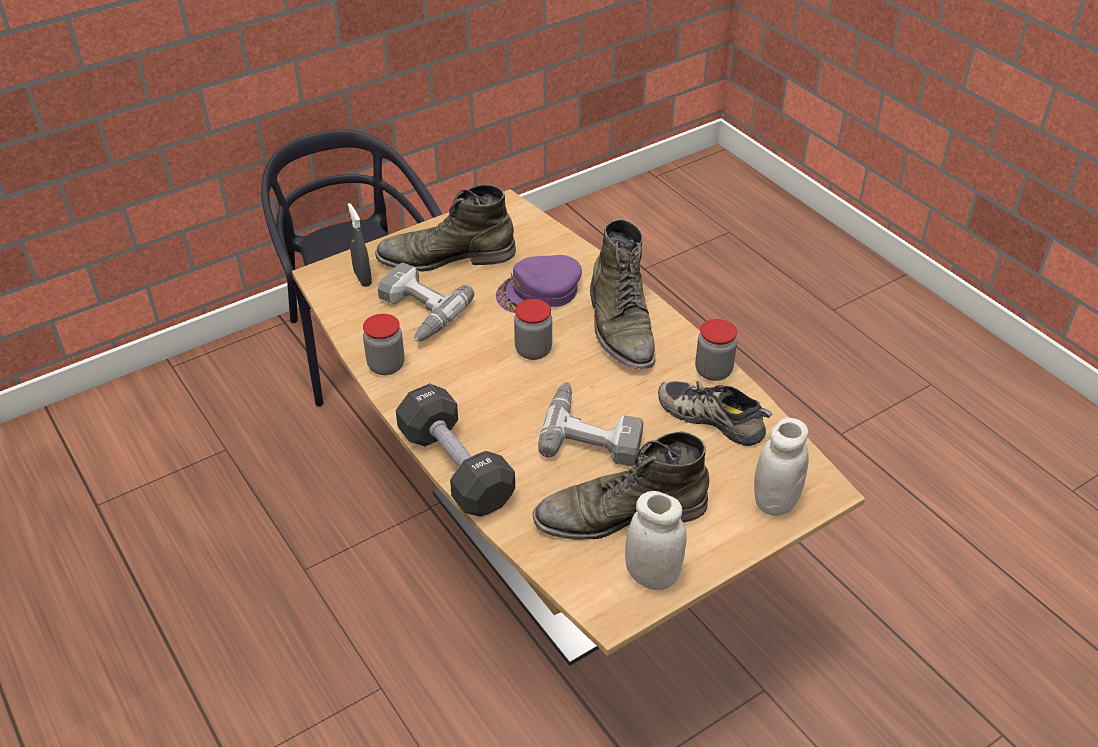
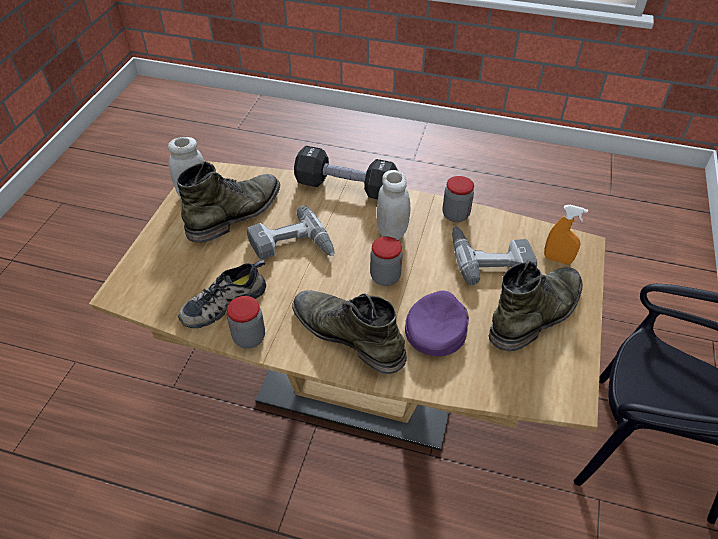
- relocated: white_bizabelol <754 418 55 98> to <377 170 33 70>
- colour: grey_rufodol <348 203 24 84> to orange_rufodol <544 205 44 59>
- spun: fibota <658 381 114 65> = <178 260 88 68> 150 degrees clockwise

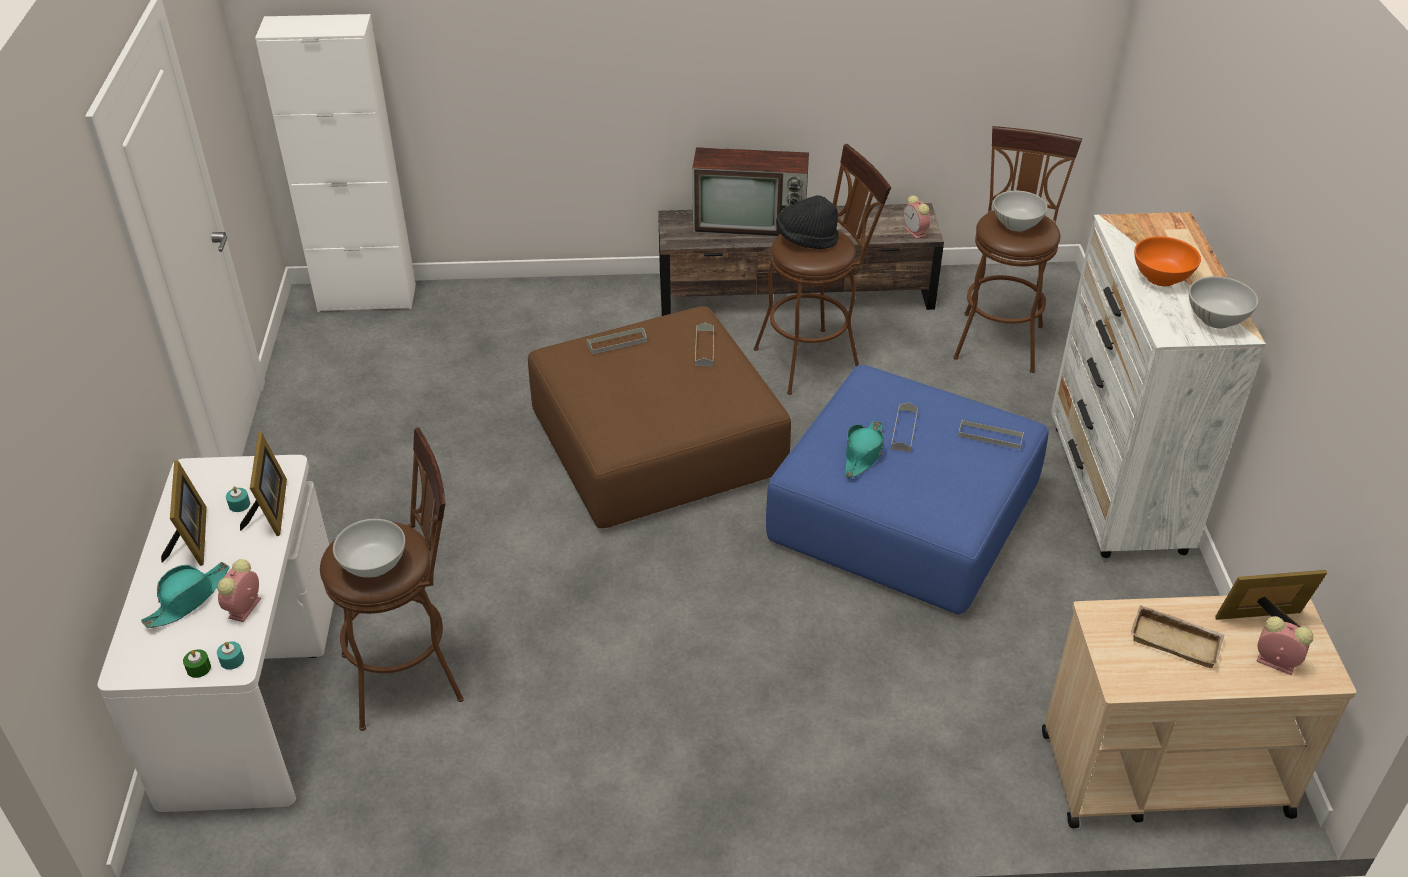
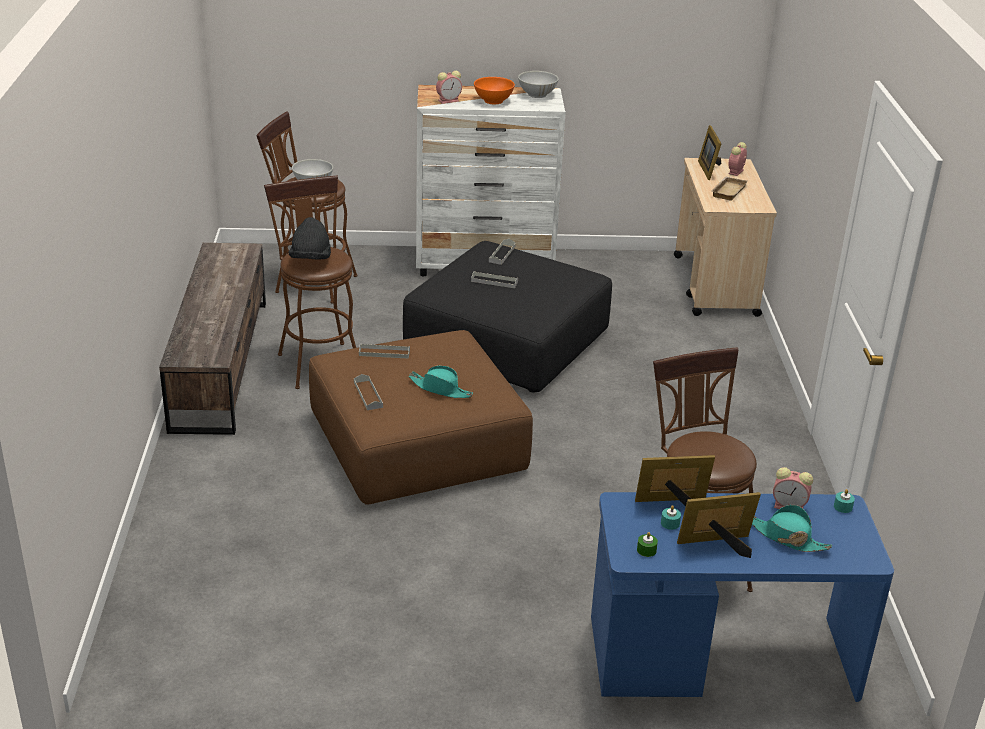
- missing: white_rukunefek <255 14 161 298>
- missing: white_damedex <333 519 72 59>
- missing: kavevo <692 147 117 90>
- relocated: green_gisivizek <183 649 28 29> to <637 532 21 25>
- relocated: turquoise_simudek <845 421 39 57> to <408 366 65 32>
- relocated: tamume <903 195 27 44> to <436 71 26 33>
- colour: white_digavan <97 455 237 357> to blue_digavan <591 492 303 210>
- colour: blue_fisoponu <766 365 283 250> to black_fisoponu <403 241 209 151>

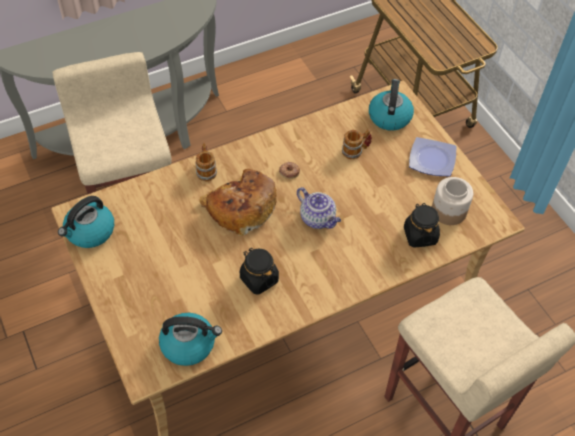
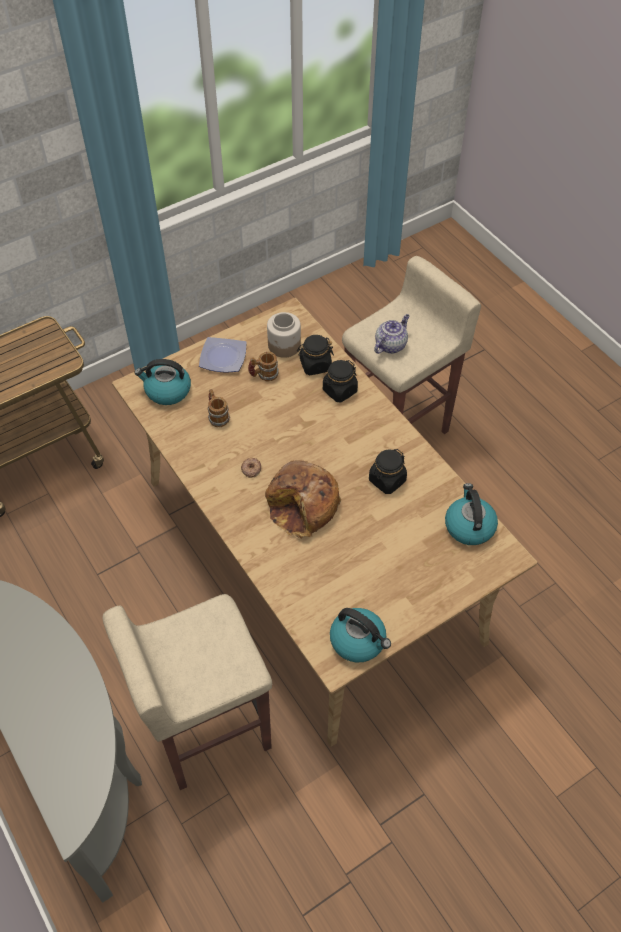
- appeared: black_bizabelol <323 360 35 43>
- relocated: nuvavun <196 142 21 39> to <248 352 31 30>
- relocated: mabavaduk <297 187 44 42> to <374 314 35 40>

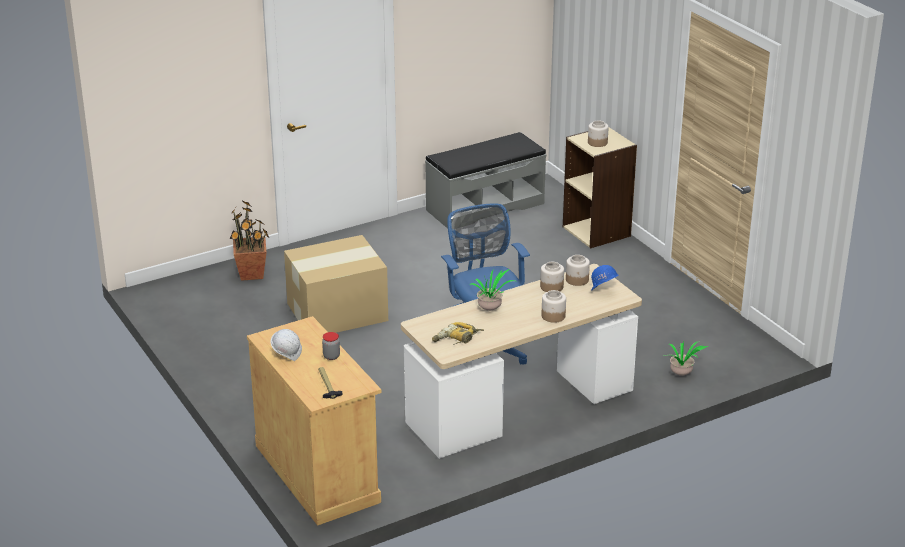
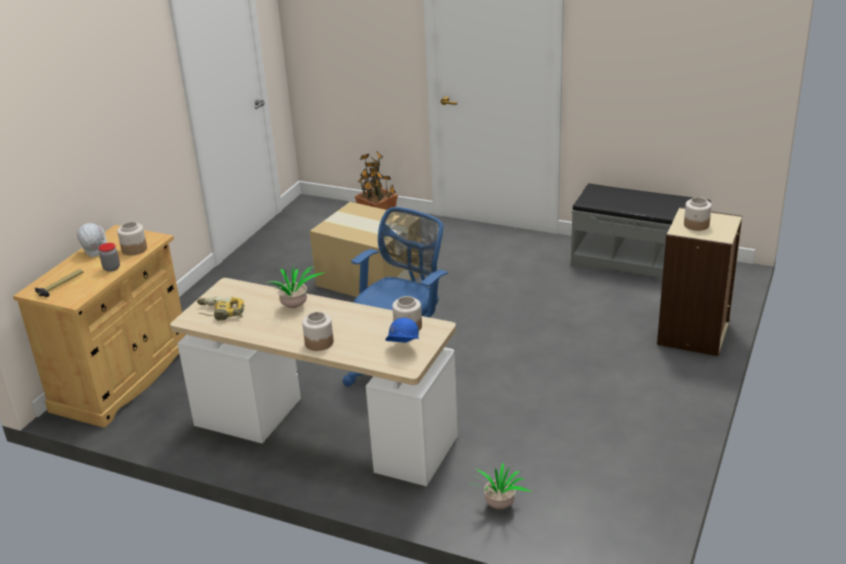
- relocated: bizabelol <540 262 24 30> to <117 222 30 33>

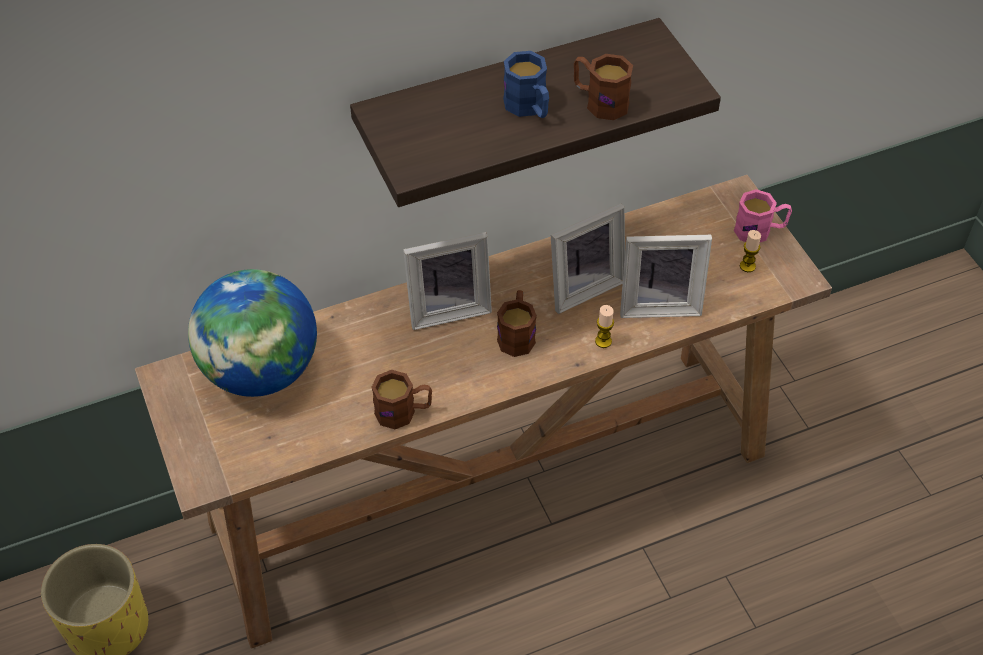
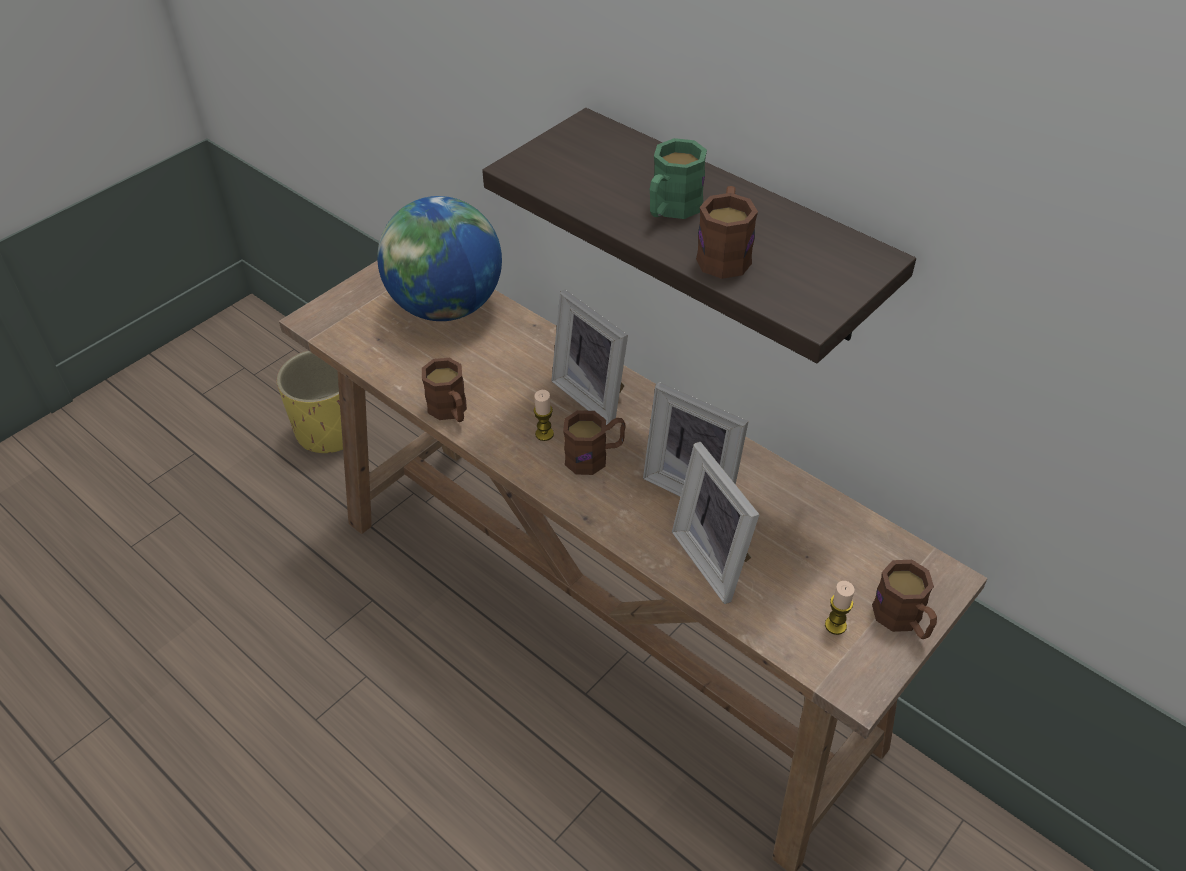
- relocated: gisivizek <595 305 19 43> to <533 390 21 51>
- colour: blue_nuvavun <503 51 46 67> to green_nuvavun <650 138 57 81>
- colour: pink_nuvavun <734 189 58 53> to brown_nuvavun <872 560 65 79>

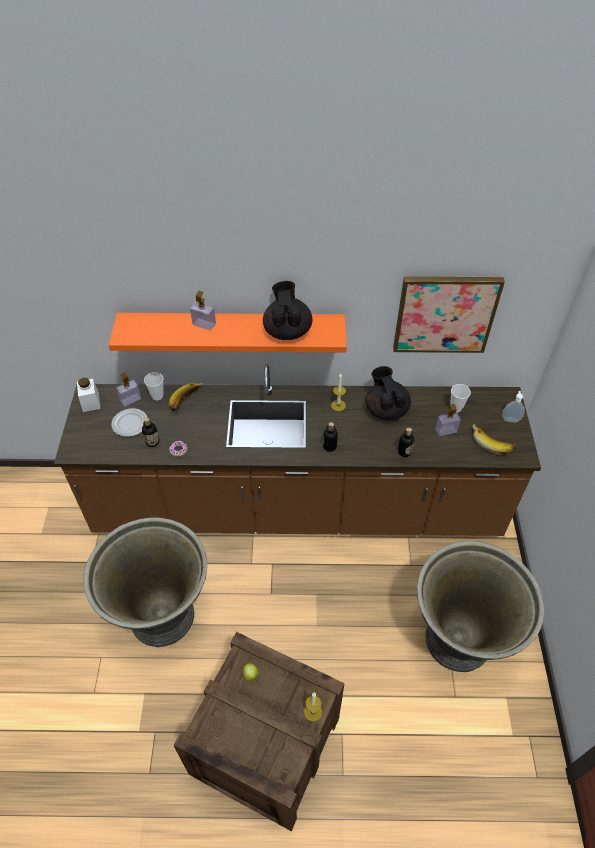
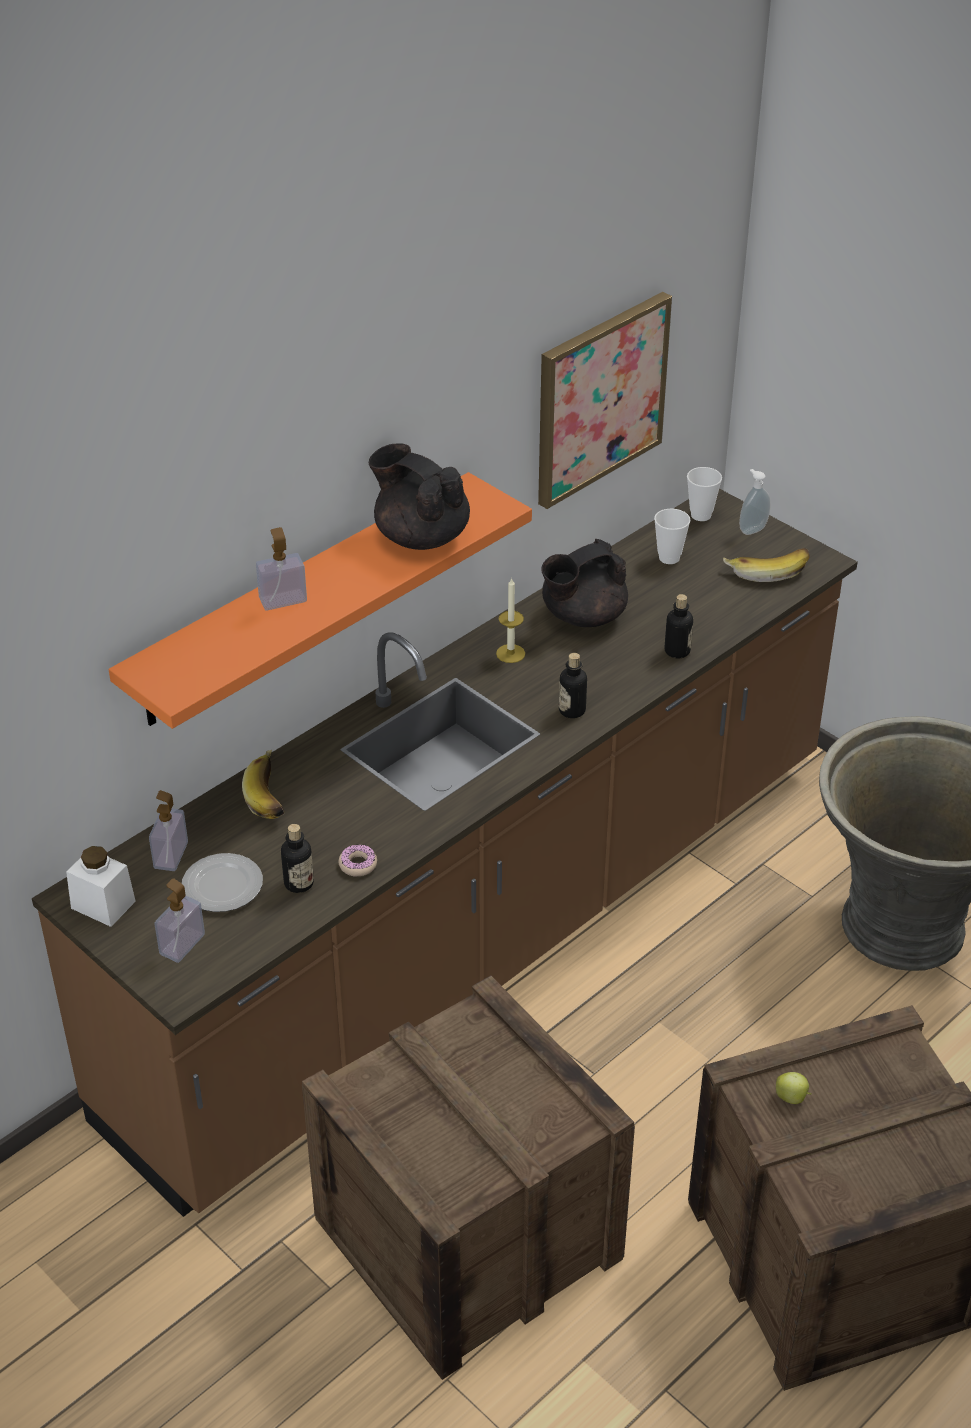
- missing: gisivizek <304 693 18 29>
- relocated: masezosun <144 372 20 28> to <687 467 35 54>
- relocated: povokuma <435 404 26 32> to <154 878 51 85>
- exchanged: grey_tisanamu <83 517 124 130> to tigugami <302 976 333 404>
- spun: black_mabavaduk <366 366 45 54> = <541 539 87 88> 60 degrees counterclockwise

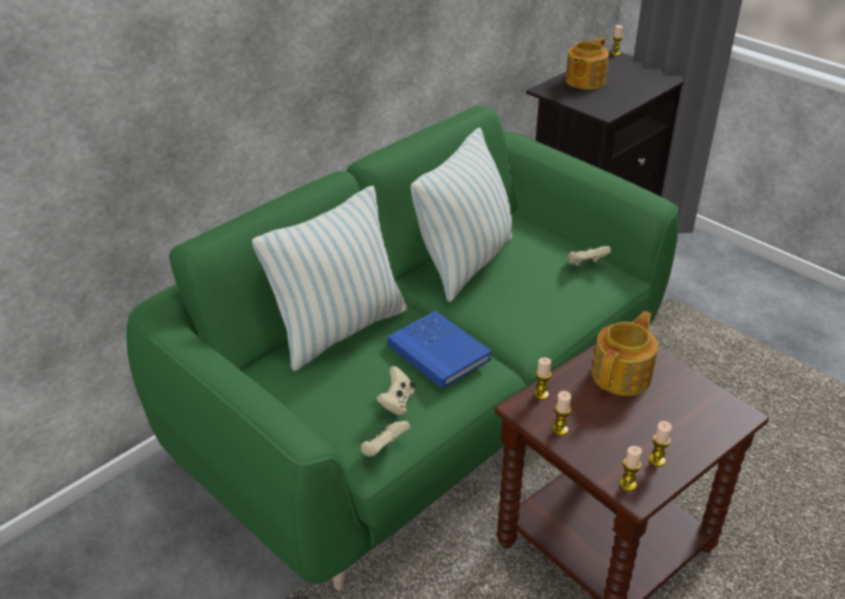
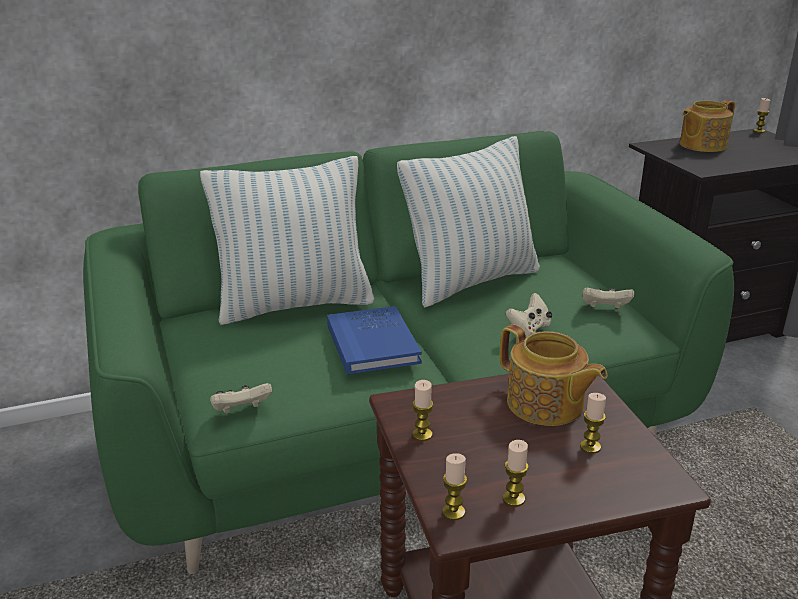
- relocated: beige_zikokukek <376 366 39 49> to <506 293 46 44>
- relocated: gisivizek <534 357 17 43> to <580 393 26 61>
- spun: mabavaduk <592 311 66 85> = <500 324 108 102> 75 degrees clockwise

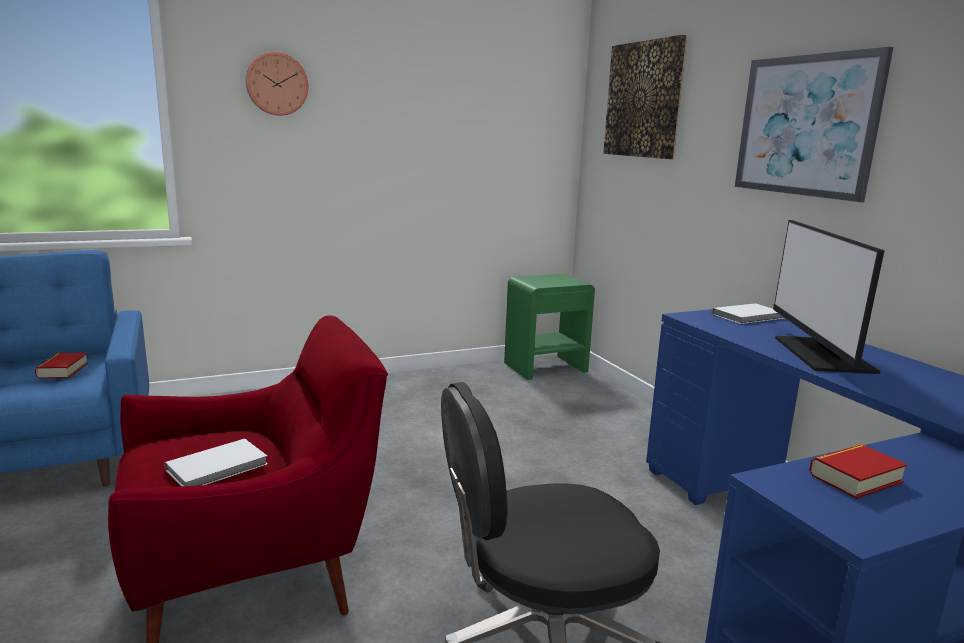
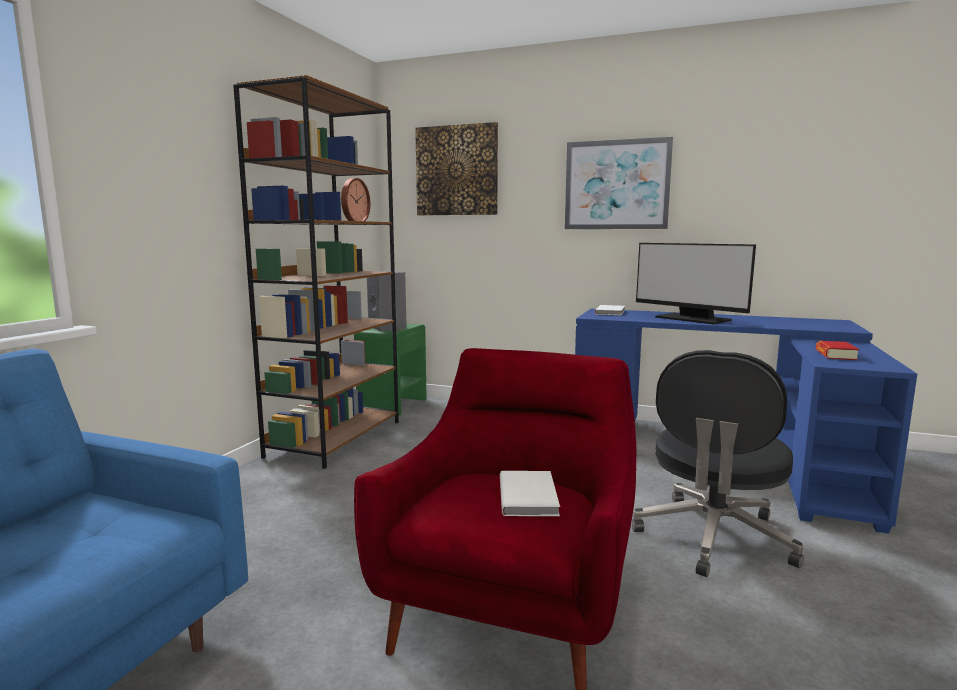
- missing: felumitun <35 353 53 26>
- appeared: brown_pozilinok <233 75 166 394>
- appeared: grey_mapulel <367 271 40 60>
- relocated: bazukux <246 52 62 63> to <341 178 29 43>

